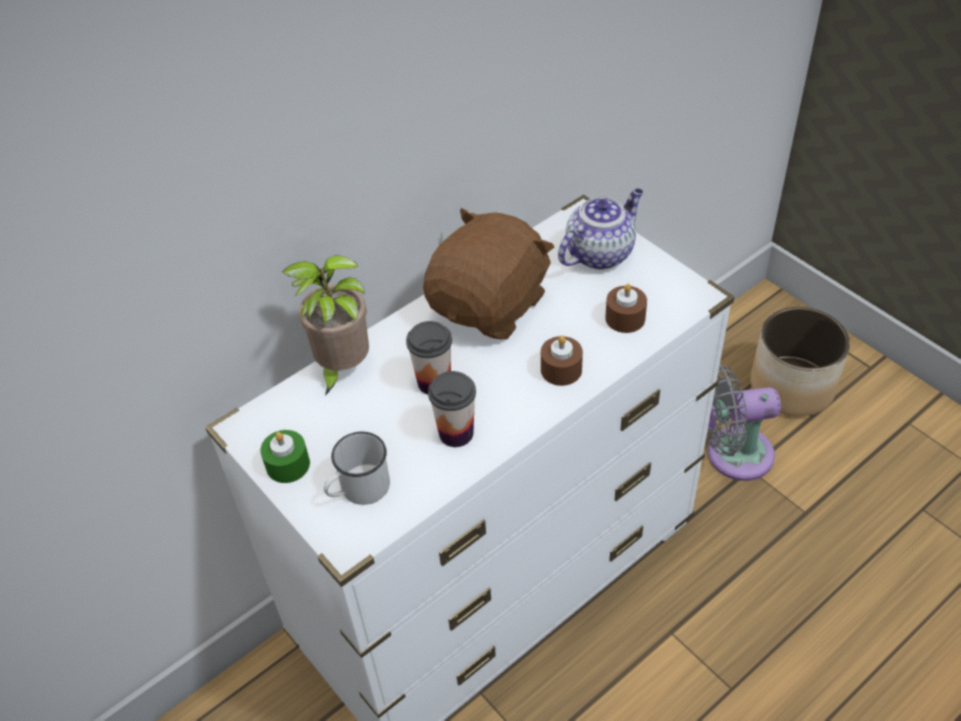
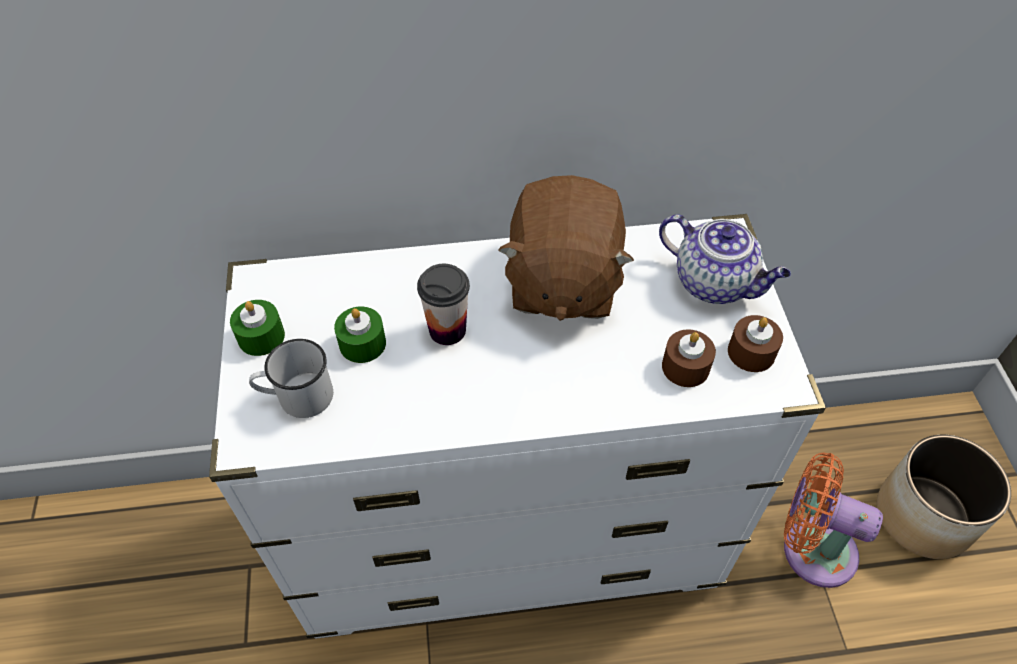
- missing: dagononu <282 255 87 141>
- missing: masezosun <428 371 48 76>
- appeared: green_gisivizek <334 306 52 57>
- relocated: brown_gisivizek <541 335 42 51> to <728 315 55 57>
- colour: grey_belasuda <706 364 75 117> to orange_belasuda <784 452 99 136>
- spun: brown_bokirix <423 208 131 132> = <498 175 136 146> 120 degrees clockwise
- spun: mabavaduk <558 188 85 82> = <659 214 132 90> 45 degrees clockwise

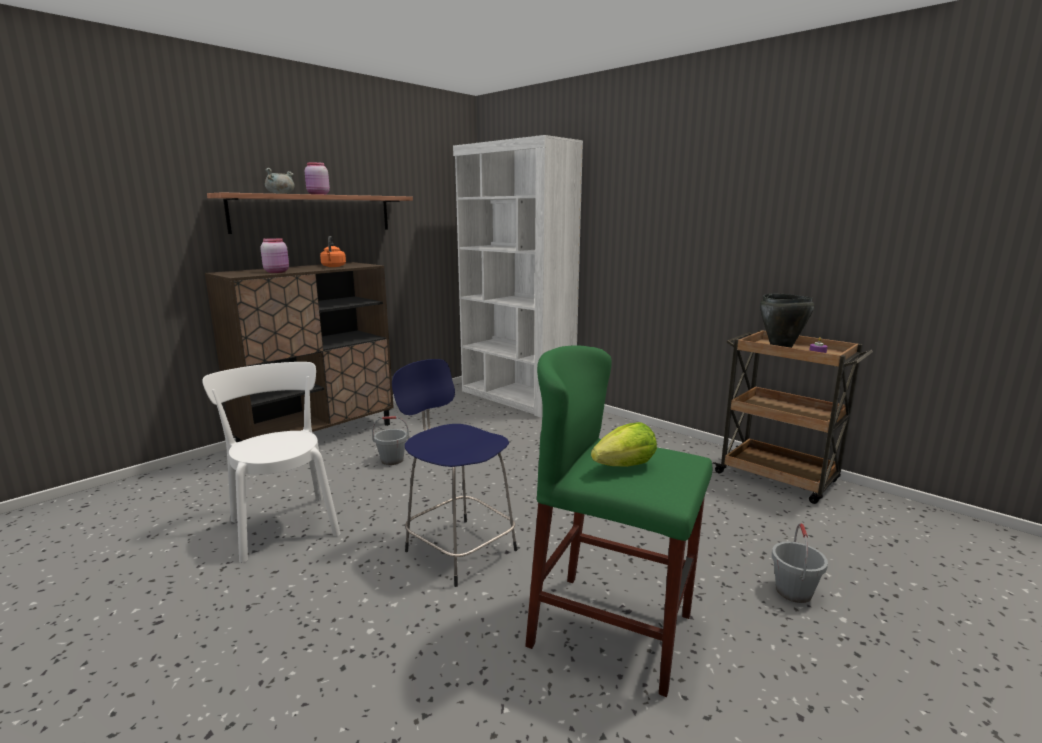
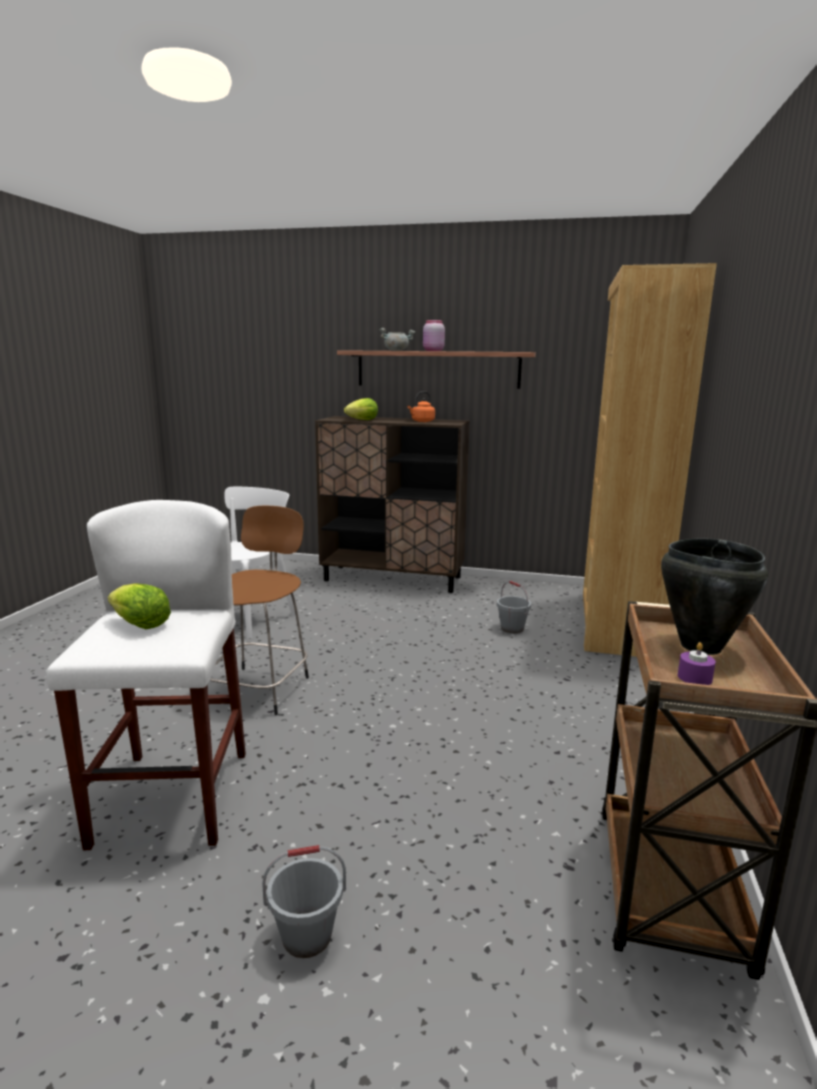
- relocated: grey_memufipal <372 416 37 49> to <497 581 34 52>
- exchanged: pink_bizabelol <260 238 29 35> to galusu <344 398 34 22>
- colour: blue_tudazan <392 359 125 228> to brown_tudazan <207 505 102 210>
- colour: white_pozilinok <453 135 130 283> to brown_pozilinok <583 263 134 394>
- colour: green_tudazan <525 346 187 351> to white_tudazan <46 500 200 350>

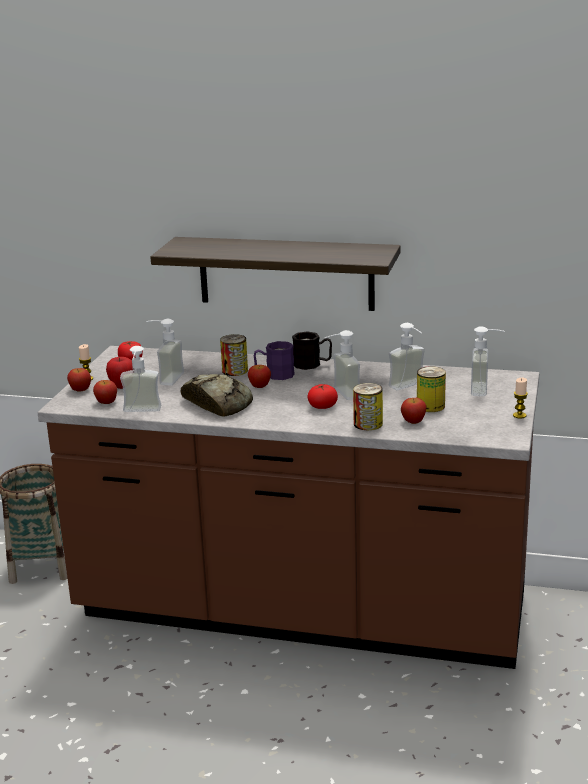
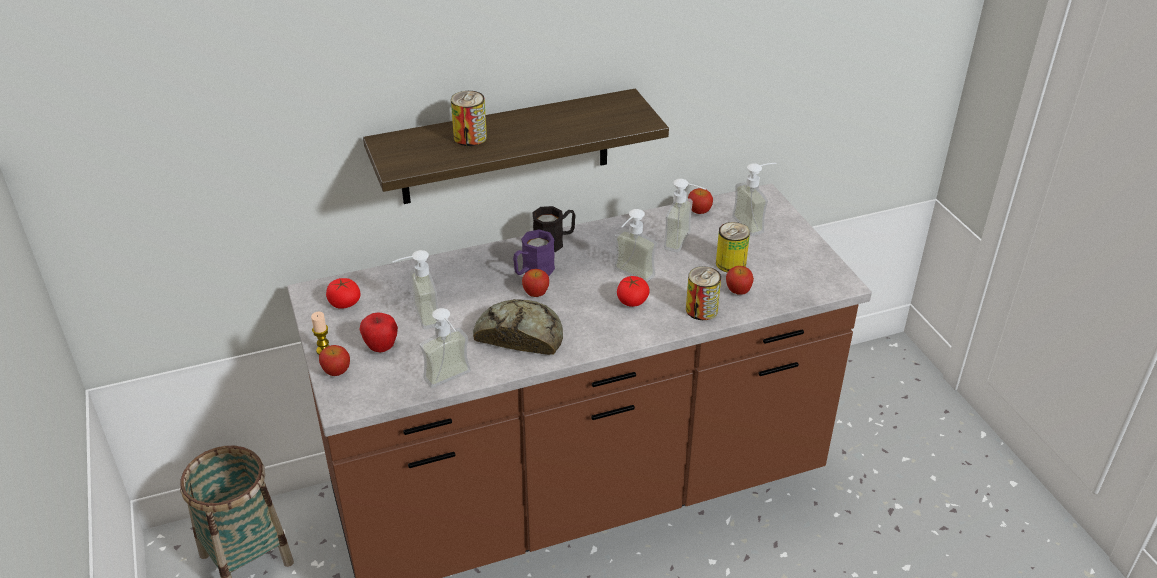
- missing: gisivizek <513 378 15 41>
- relocated: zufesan <93 380 24 24> to <688 188 25 26>
- relocated: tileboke <220 334 28 42> to <451 91 36 55>

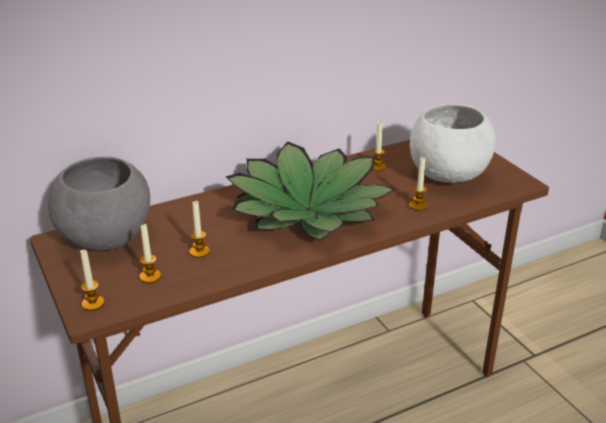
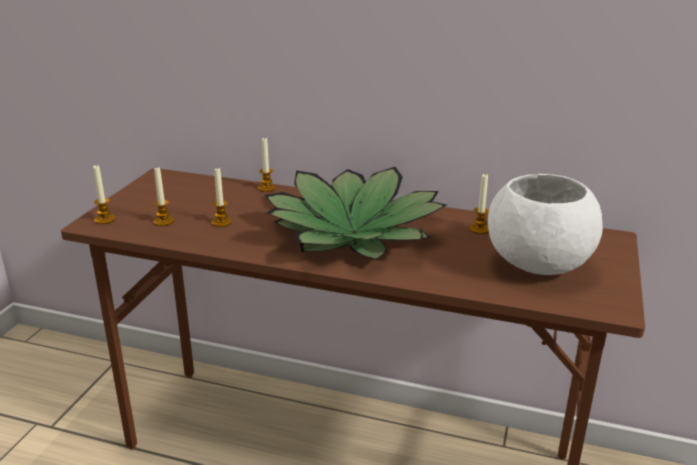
- missing: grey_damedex <48 157 102 93>
- relocated: gisivizek <409 157 19 54> to <258 137 18 55>

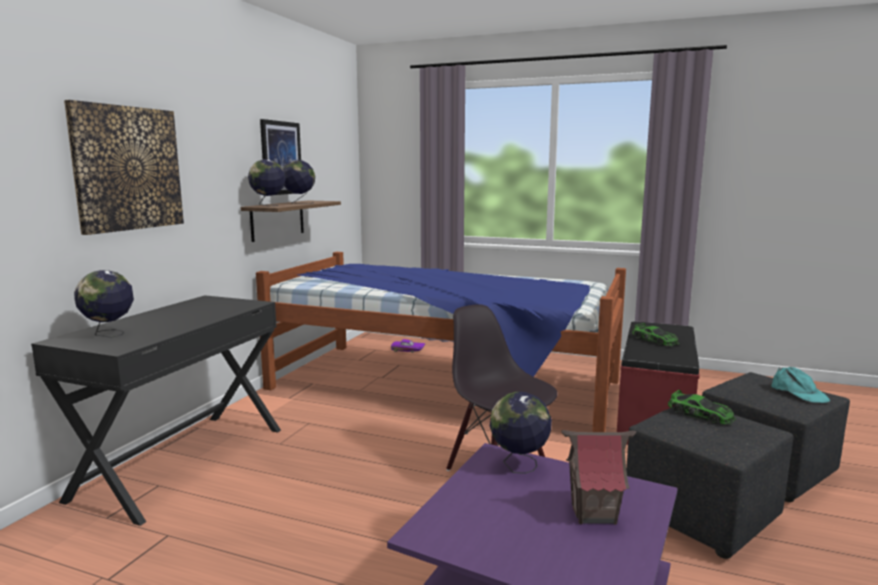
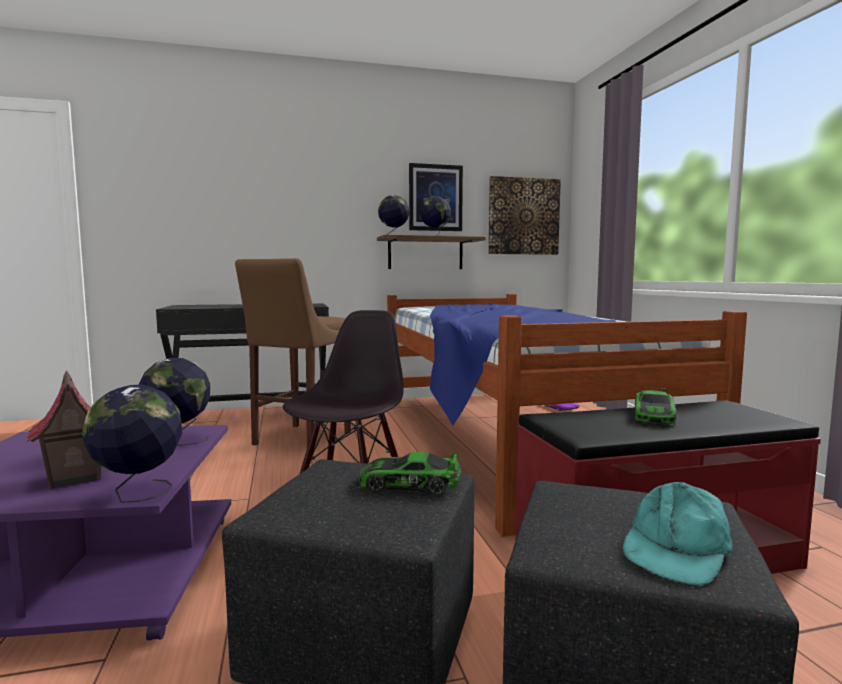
- appeared: brown_tudazan <235 258 116 189>
- relocated: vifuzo <64 100 120 135> to <488 176 73 79>
- relocated: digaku <74 270 60 68> to <82 385 100 118>
- spun: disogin <668 390 68 35> = <355 452 107 43> 90 degrees clockwise

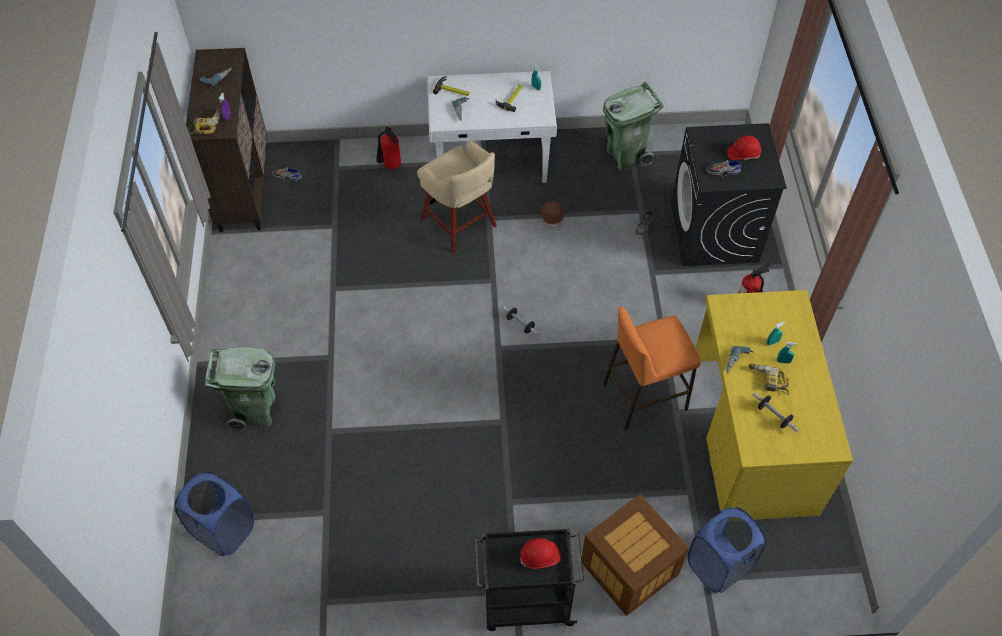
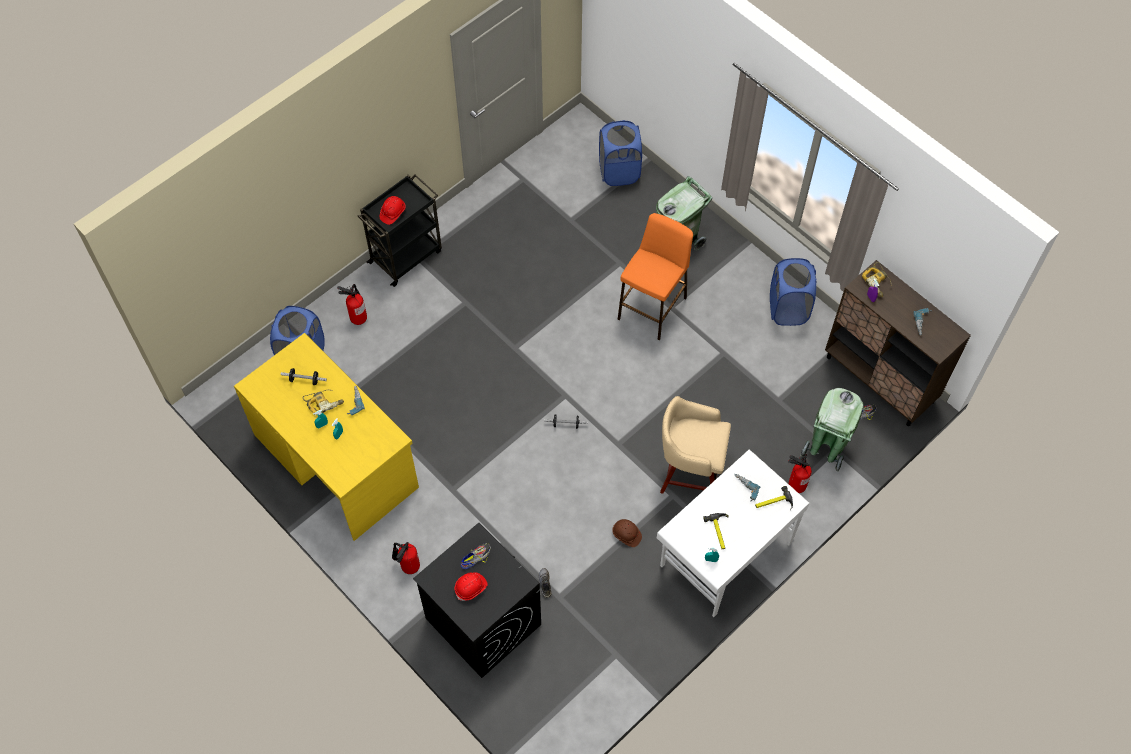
- appeared: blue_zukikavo <770 258 47 68>
- relocated: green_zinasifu <603 82 61 89> to <800 388 64 83>
- relocated: orange_tudazan <603 306 98 124> to <618 213 75 128>
- exchanged: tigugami <582 495 107 121> to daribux <337 284 30 41>

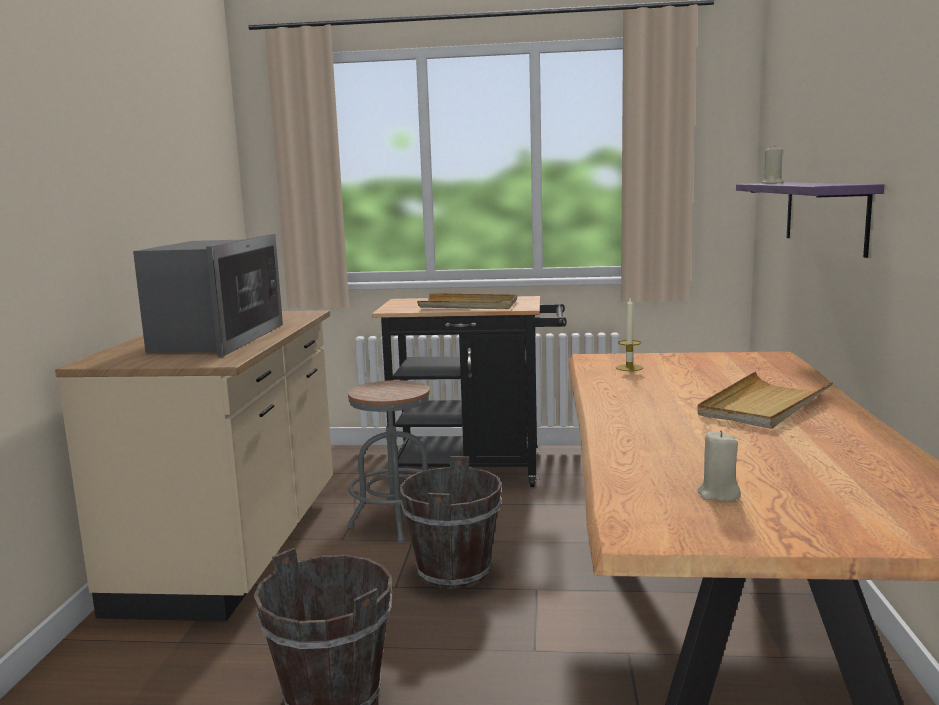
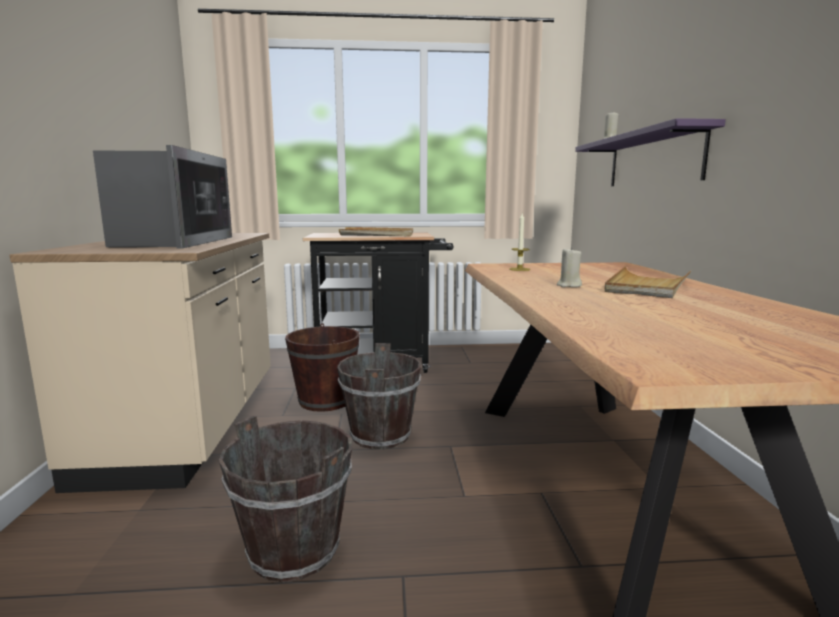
- relocated: beige_gisivizek <697 431 44 70> to <557 247 25 40>
- exchanged: grey_tudazan <347 380 83 163> to brown_memufipal <285 323 75 89>

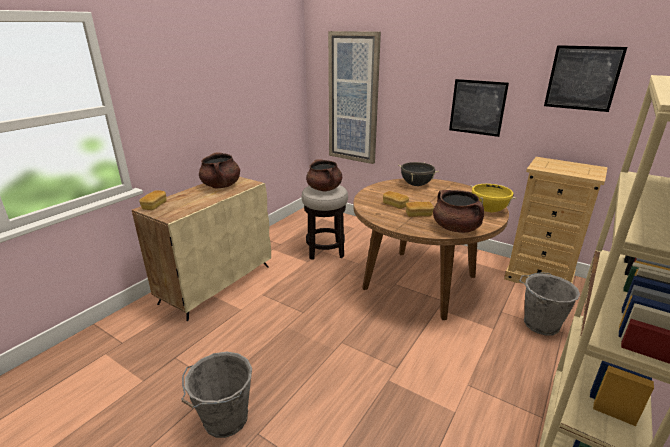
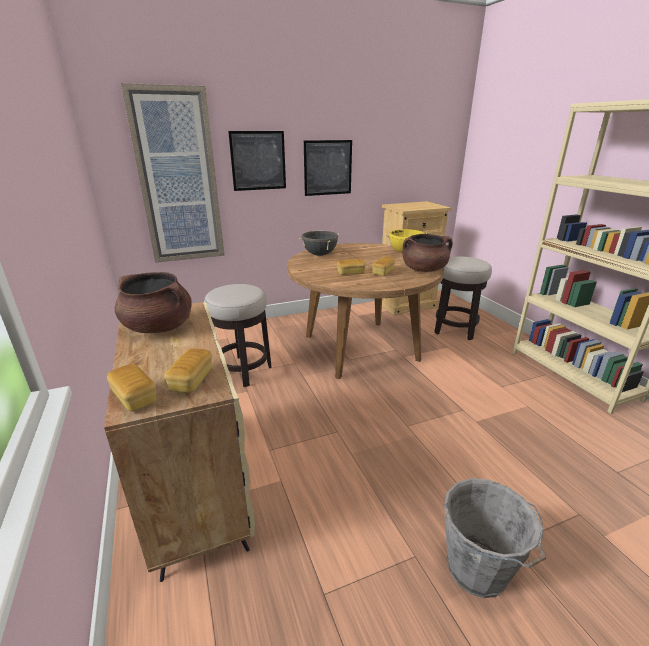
- missing: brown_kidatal <306 160 36 32>
- appeared: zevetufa <164 348 48 45>
- relocated: vifuzo <544 45 83 67> to <228 131 58 60>
- exchanged: grey_memufipal <519 272 61 64> to tudazan <434 256 58 84>

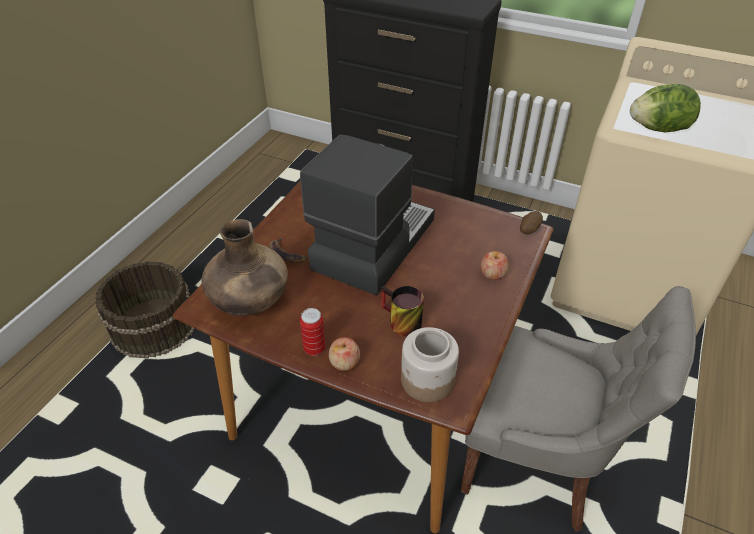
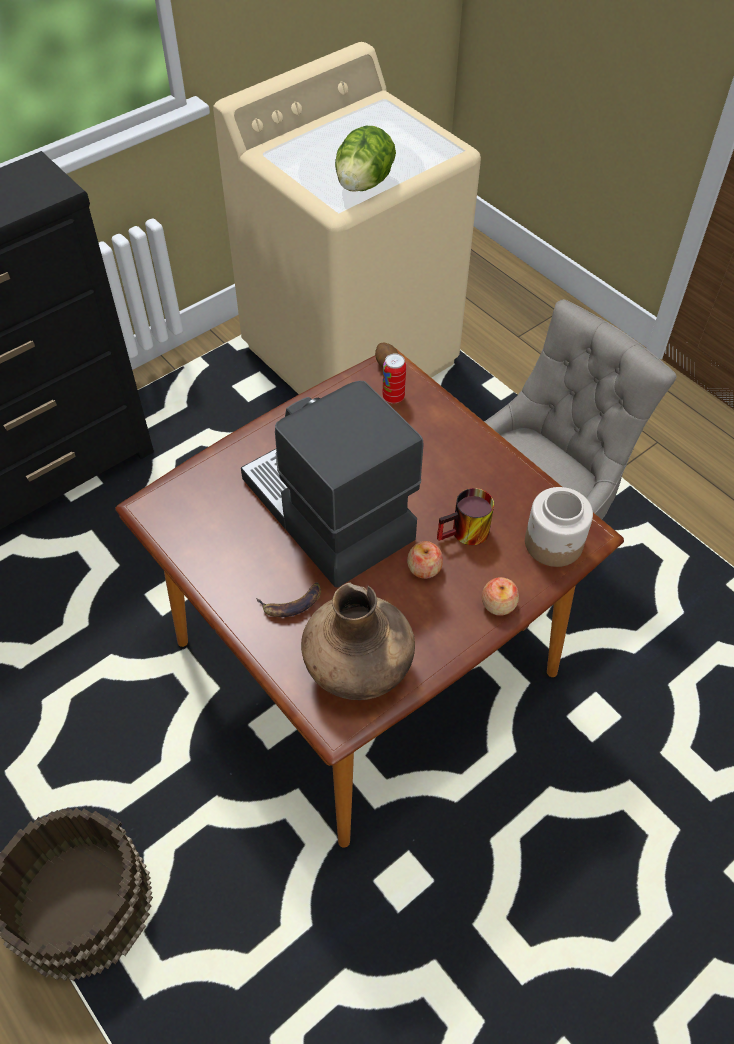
- relocated: tileboke <300 308 25 48> to <383 354 23 50>
- relocated: zufesan <481 251 28 29> to <407 541 36 38>

